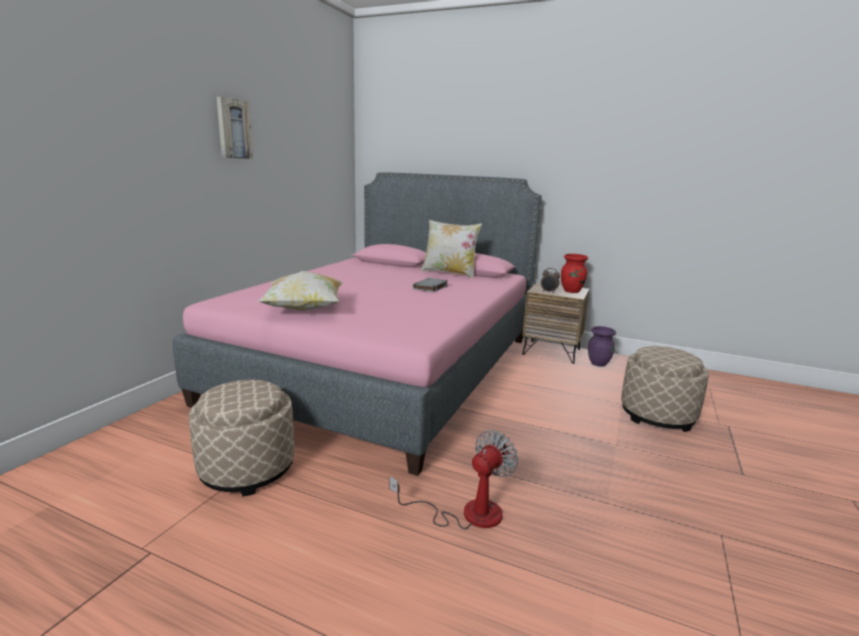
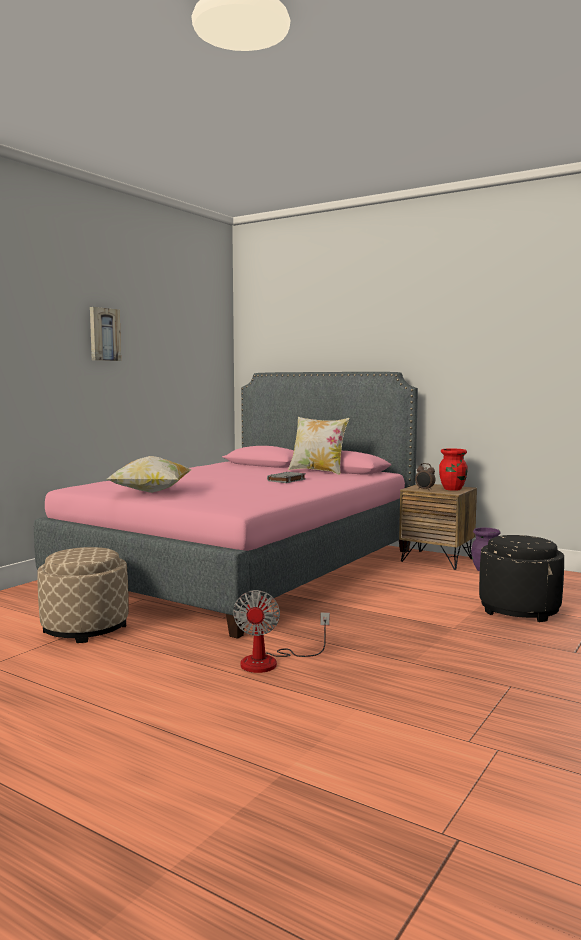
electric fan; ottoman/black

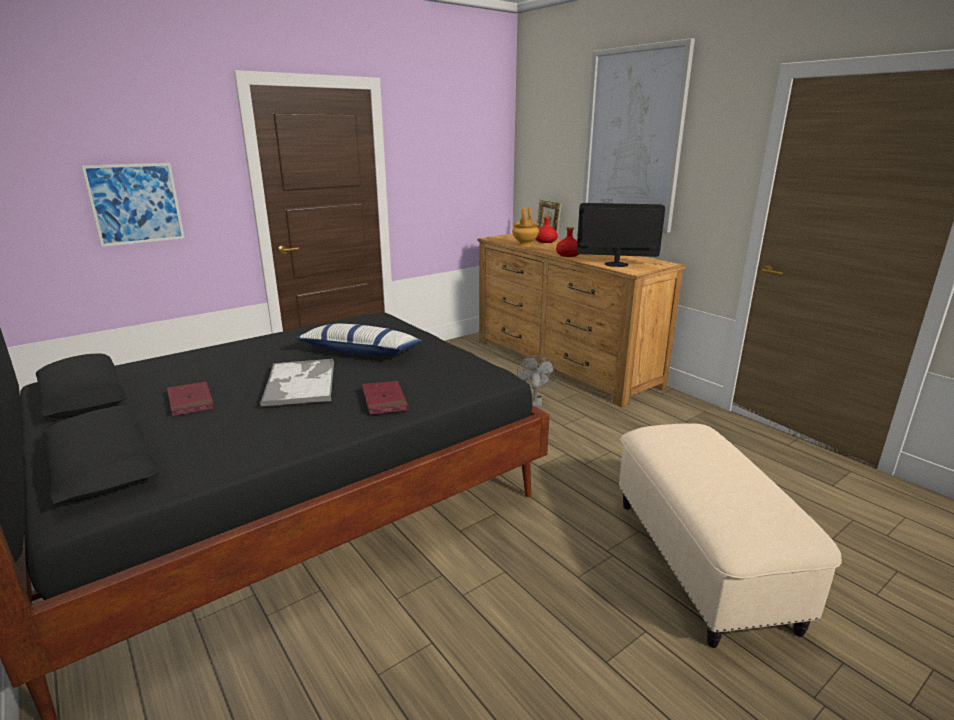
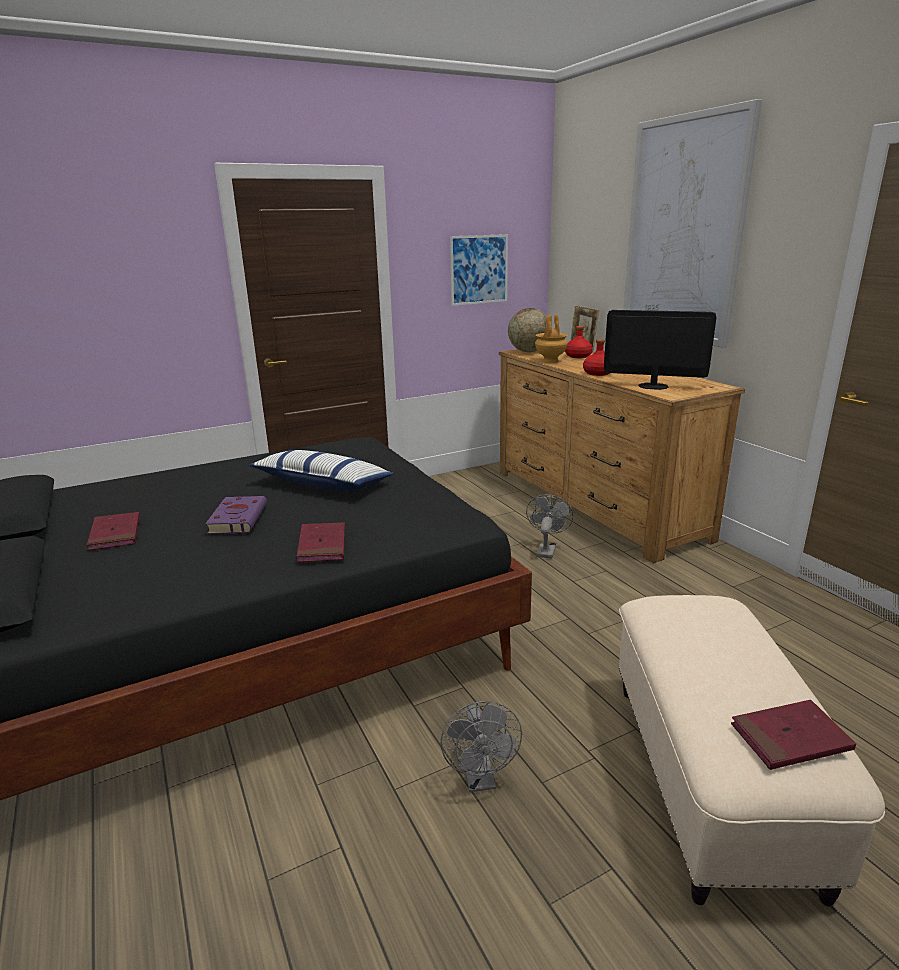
wall picture (1st from left); book/purplish; electric fan/greyish (1st from left); globe; book/red-coloured (3rd from left)

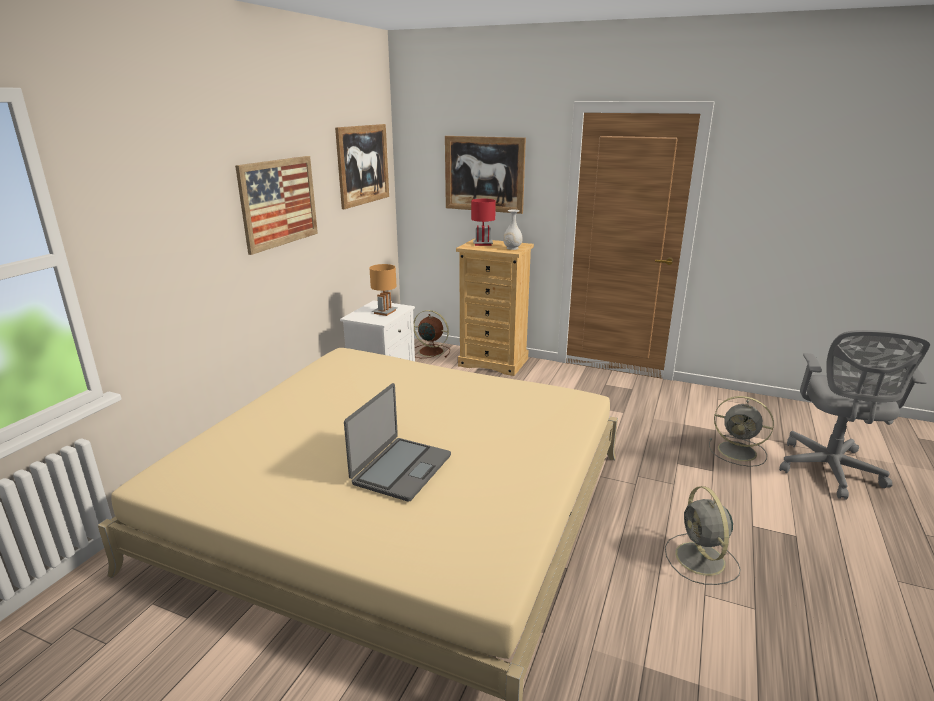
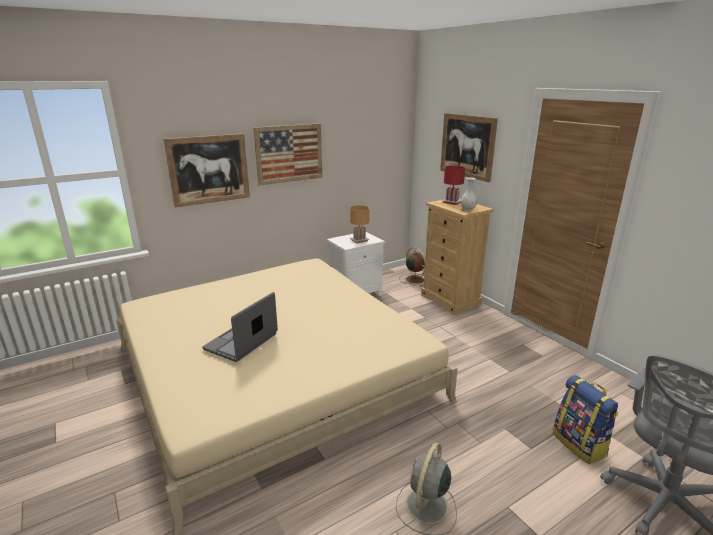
wall picture (1st from left); laptop; rucksack

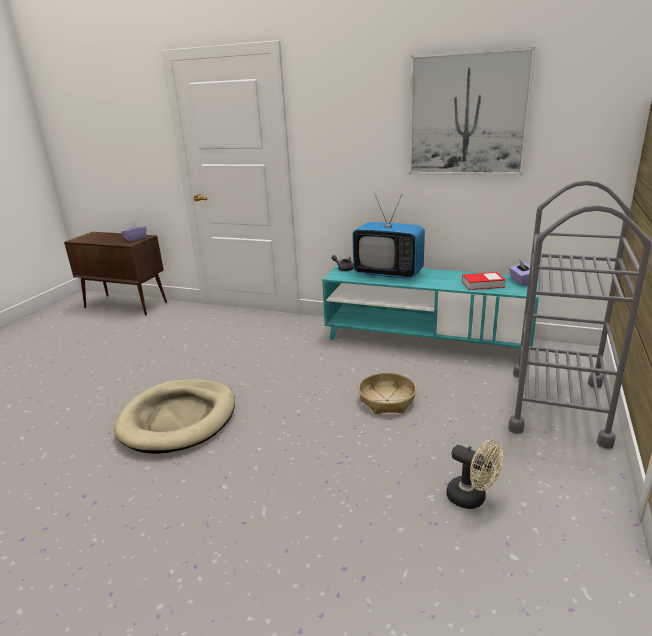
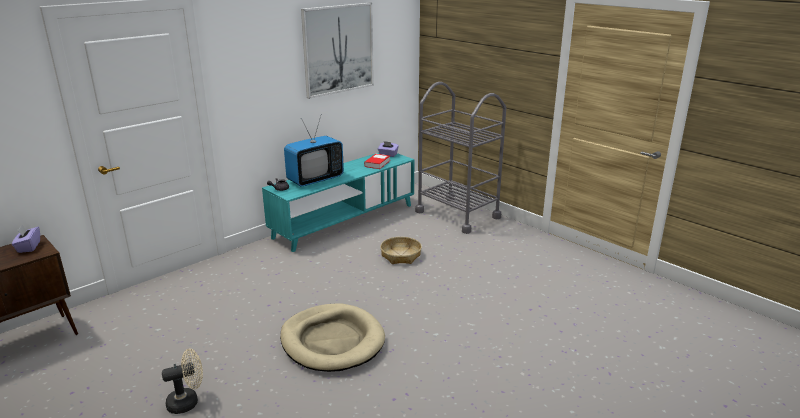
electric fan/sand-coloured

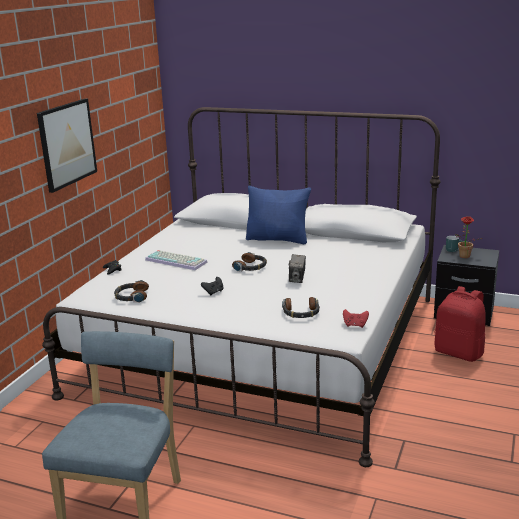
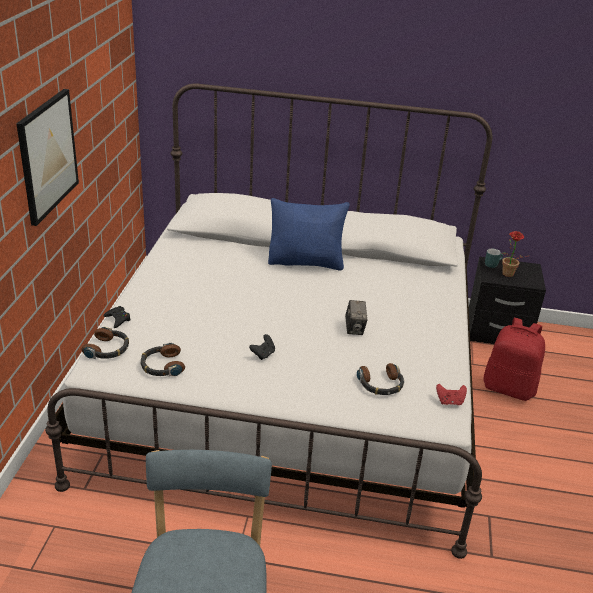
computer keyboard; headphones (1st from left)

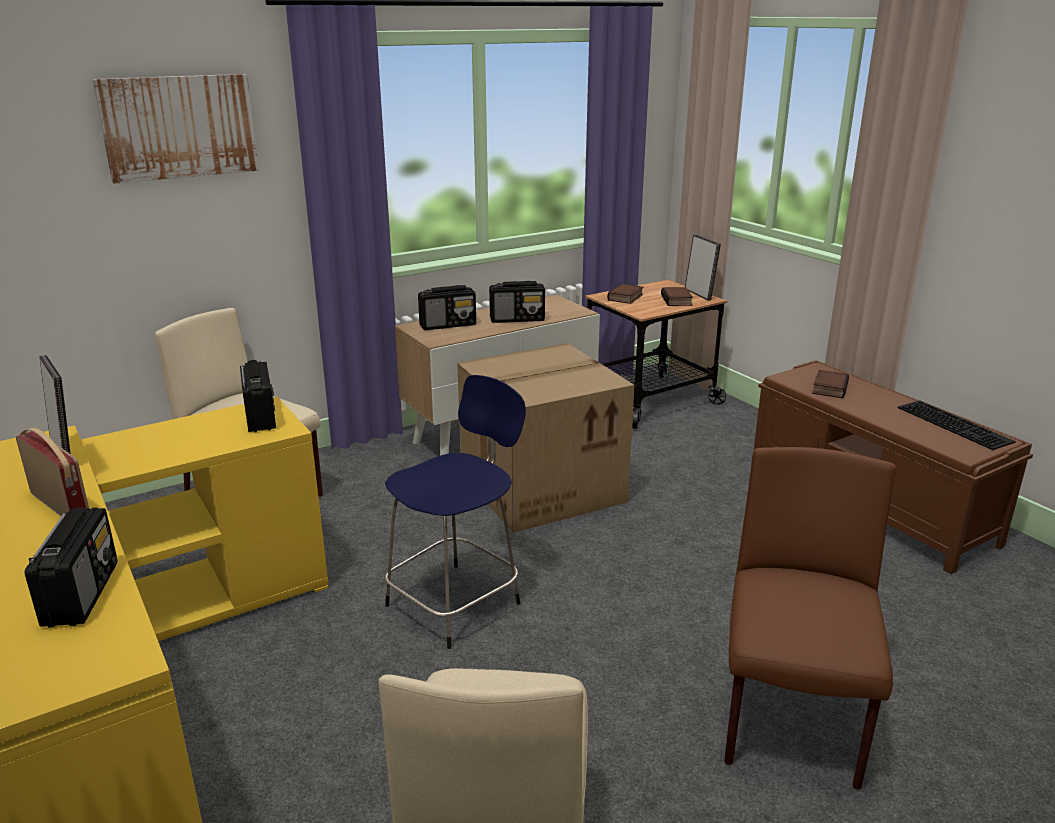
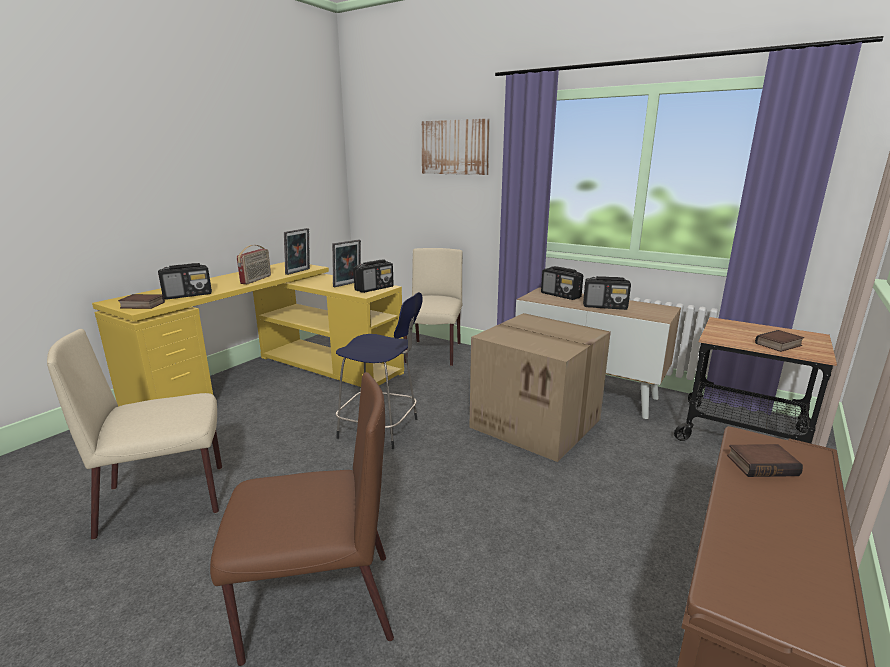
radio (5th from left); book (1st from left); photo frame (2nd from left); computer keyboard

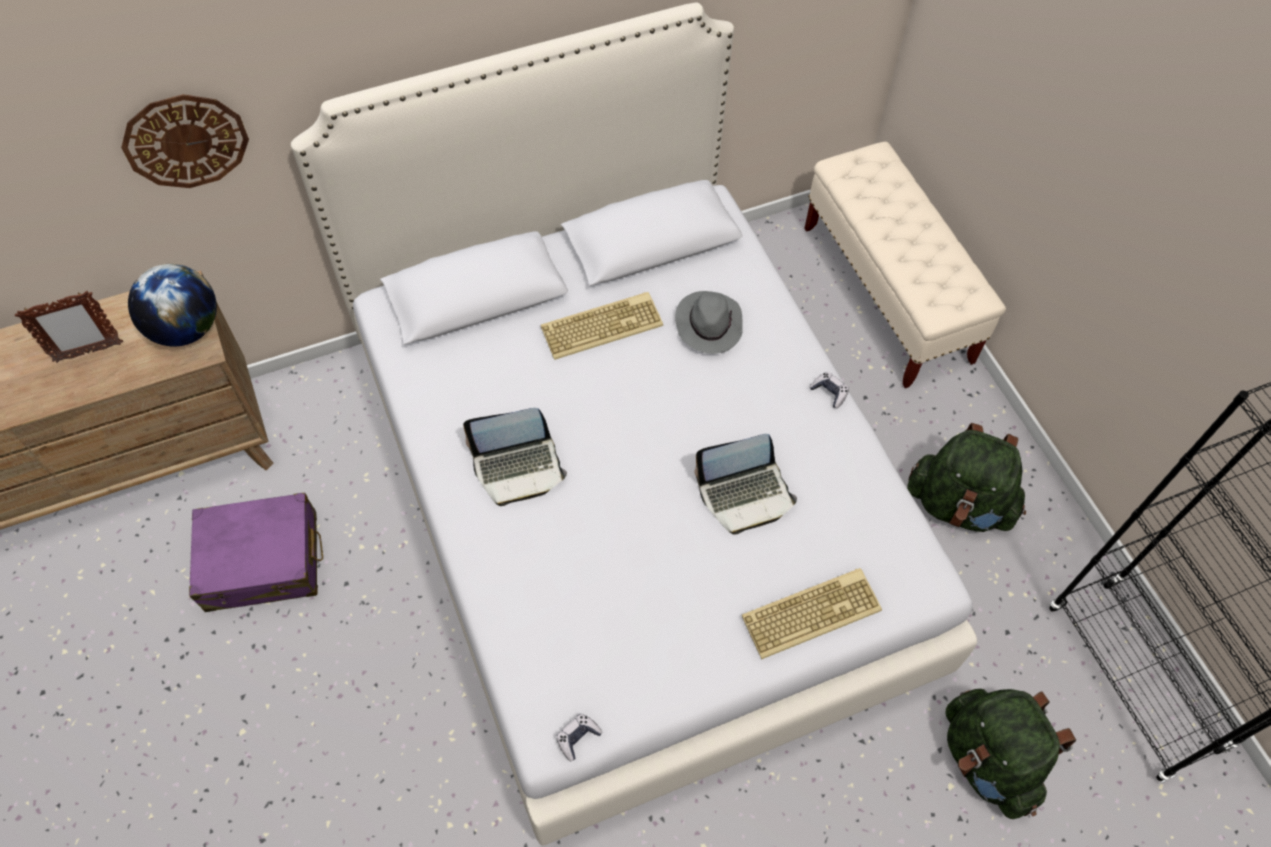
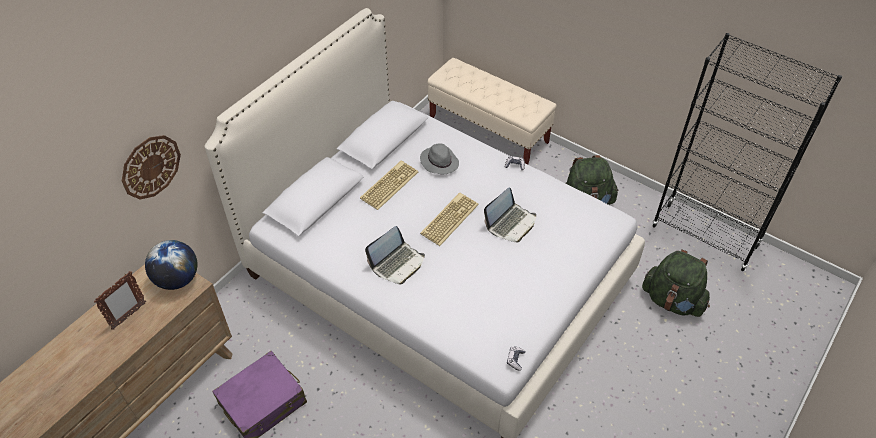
computer keyboard (2nd from left)

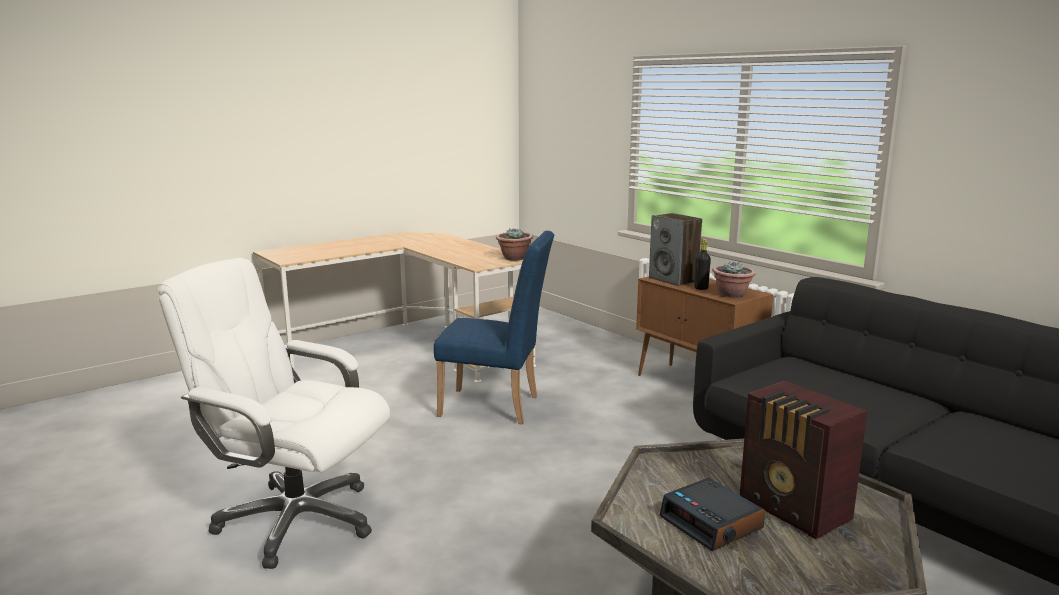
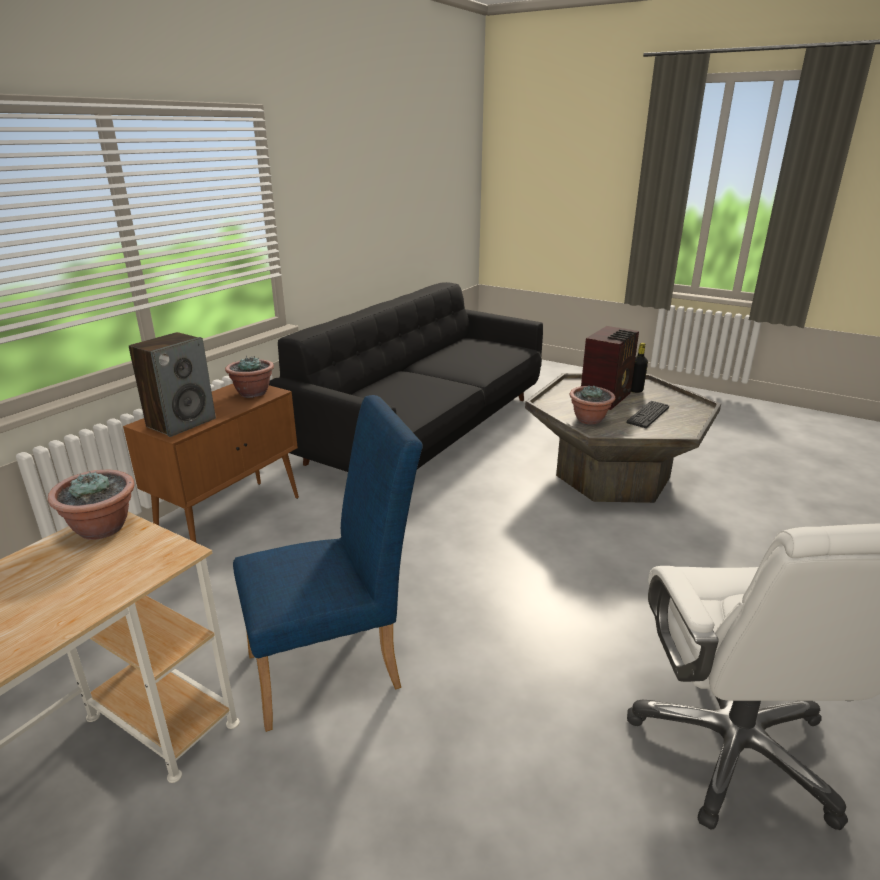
upright chair/blue-coloured; computer keyboard; bottle/black; potted plant (3rd from left)

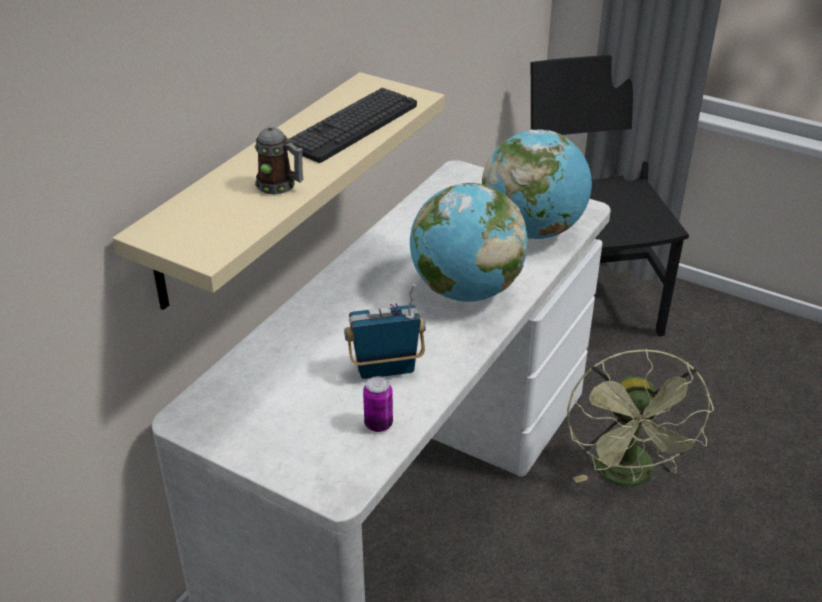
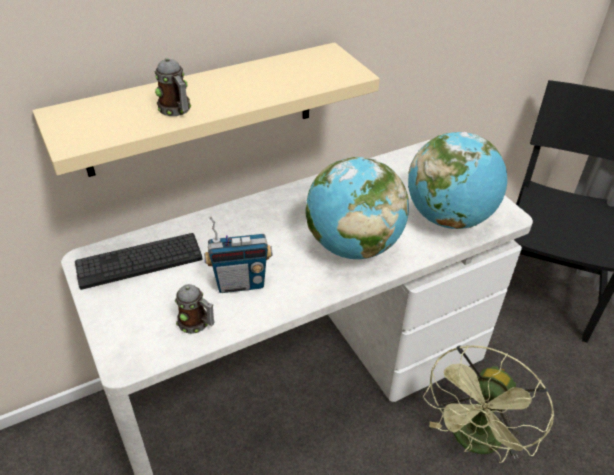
computer keyboard; radio; tea mug (2nd from left)

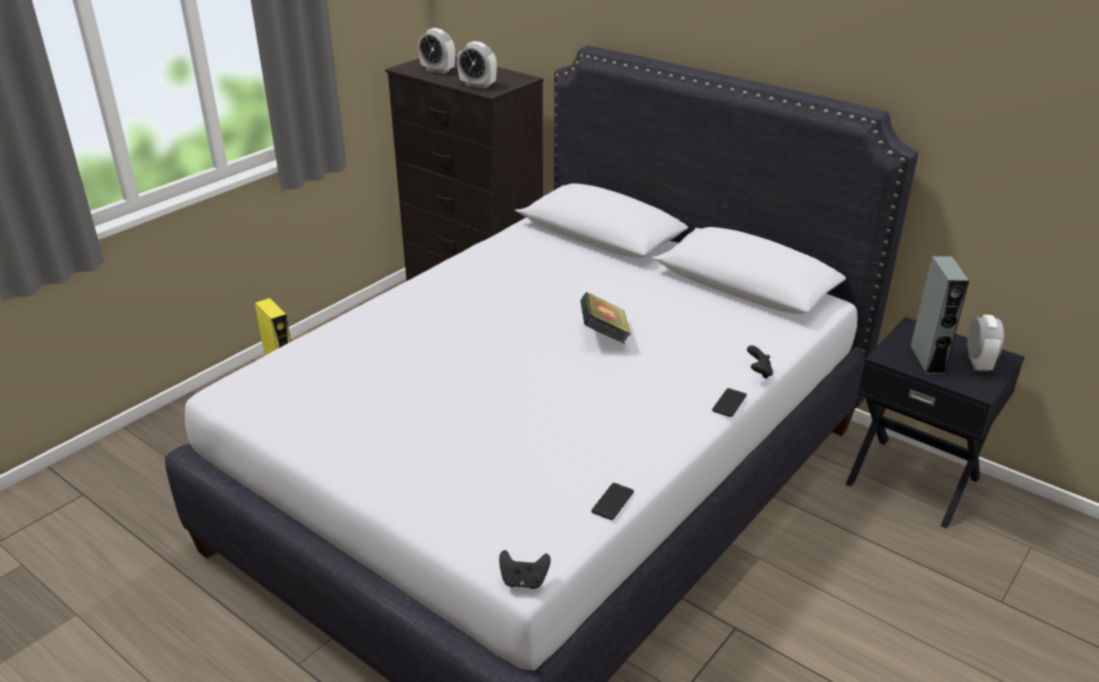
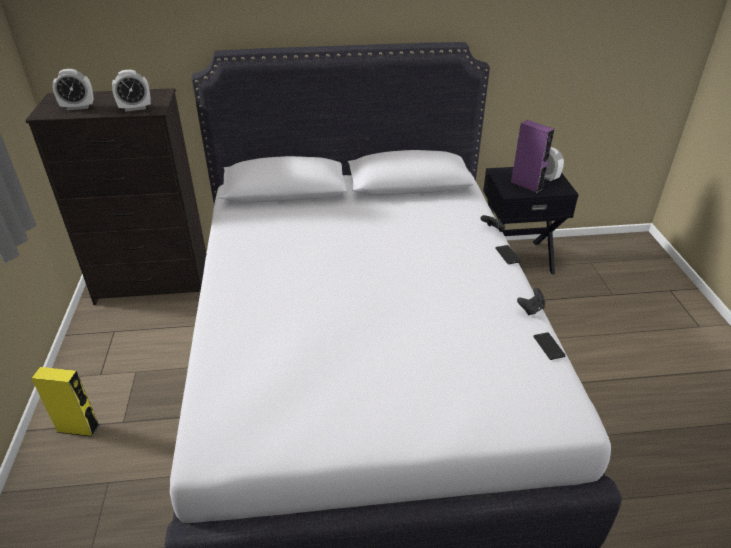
gamepad/black (2nd from left); book; speaker/purplish

